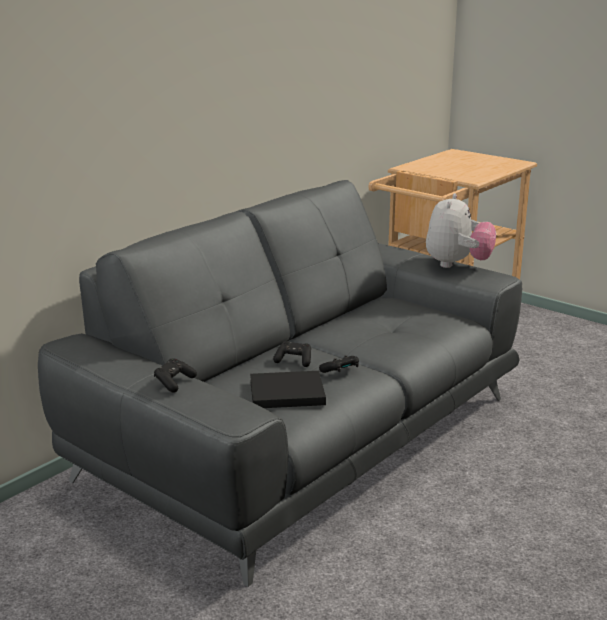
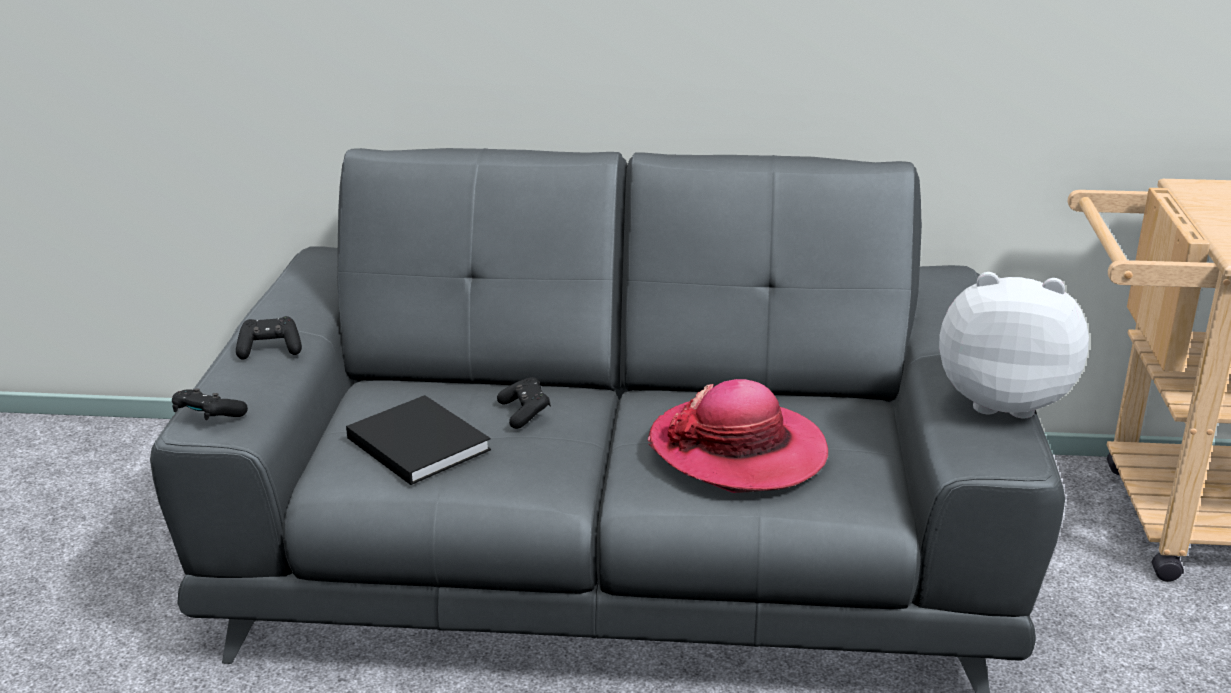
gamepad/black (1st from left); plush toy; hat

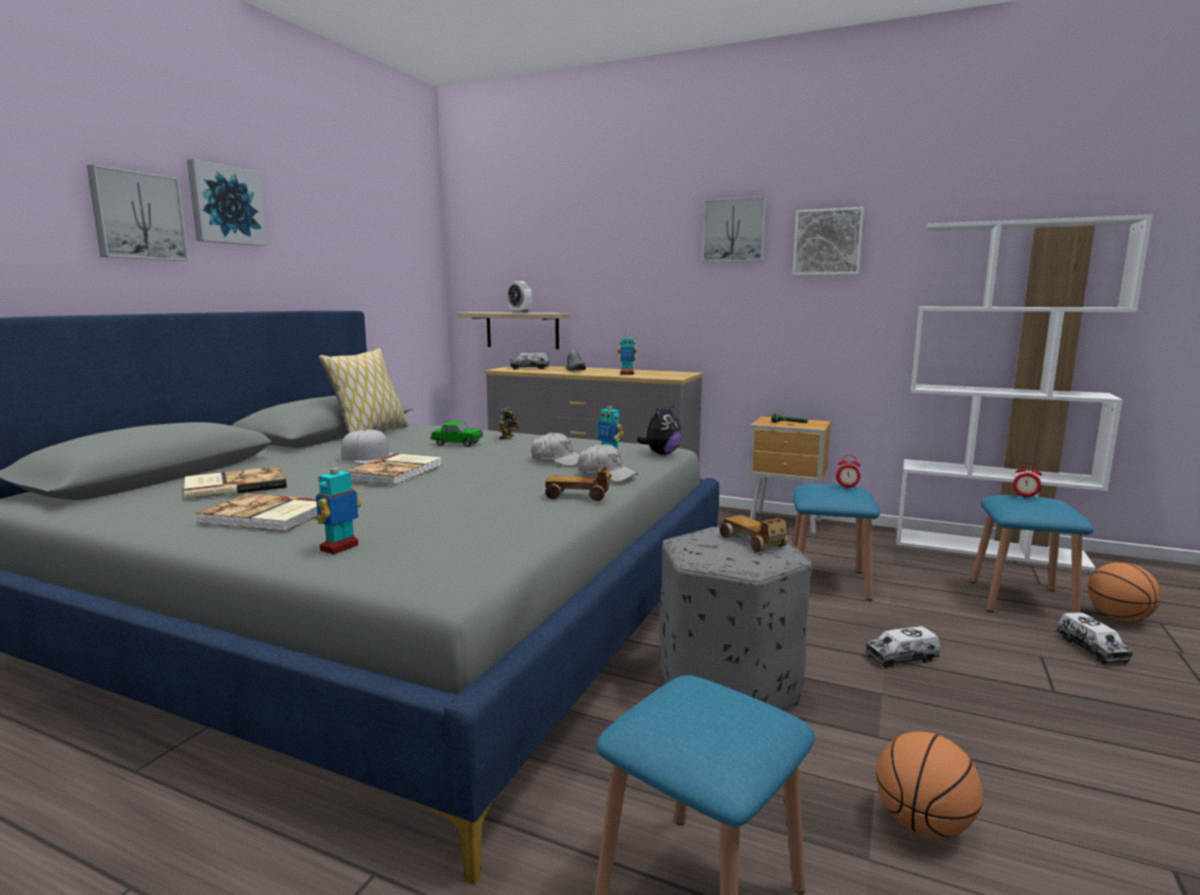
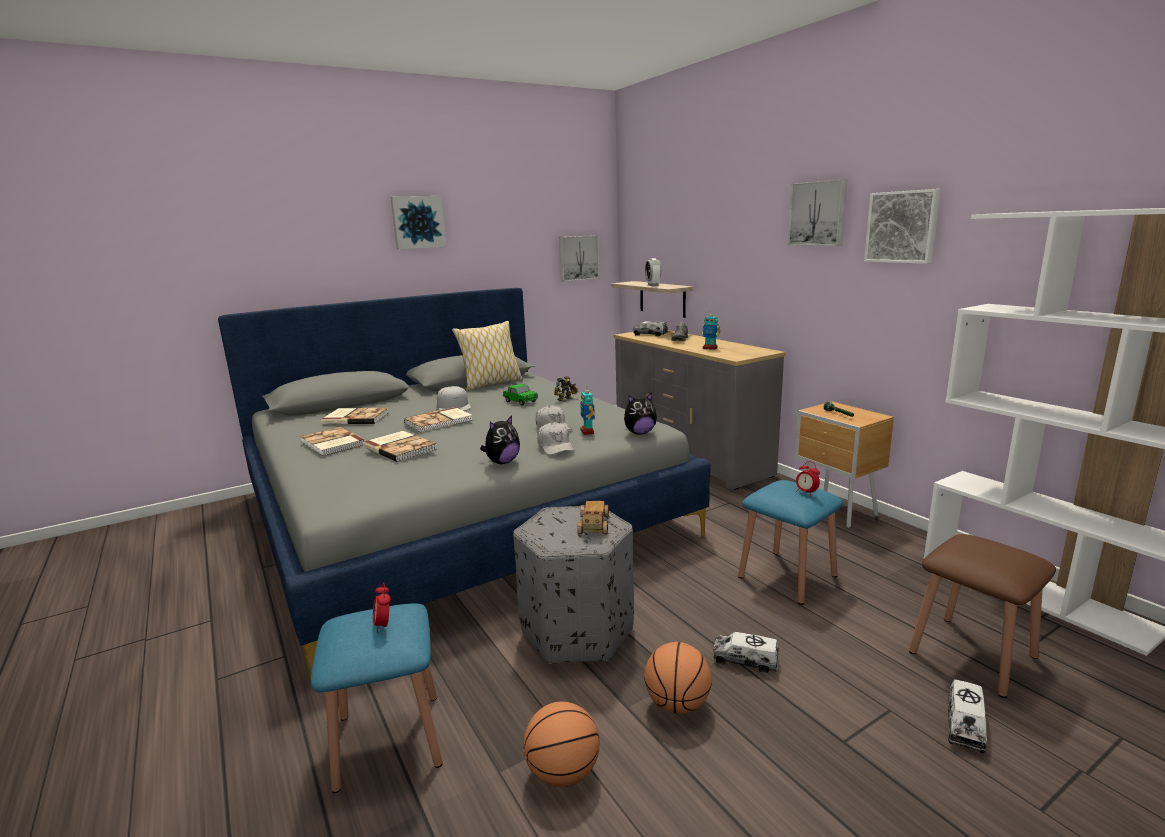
wall picture (2nd from left); robot figure (1st from left in the first image); plush toy (1st from left); sitting stool/brown; alarm clock (1st from left); ball for basketball (2nd from left); book (3rd from left)

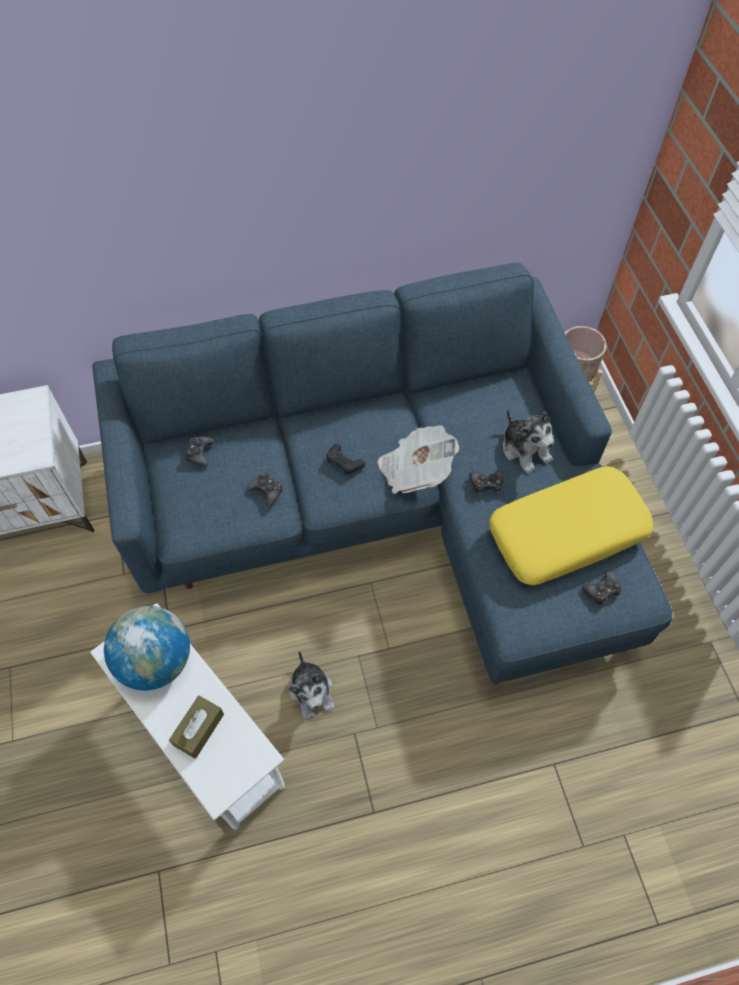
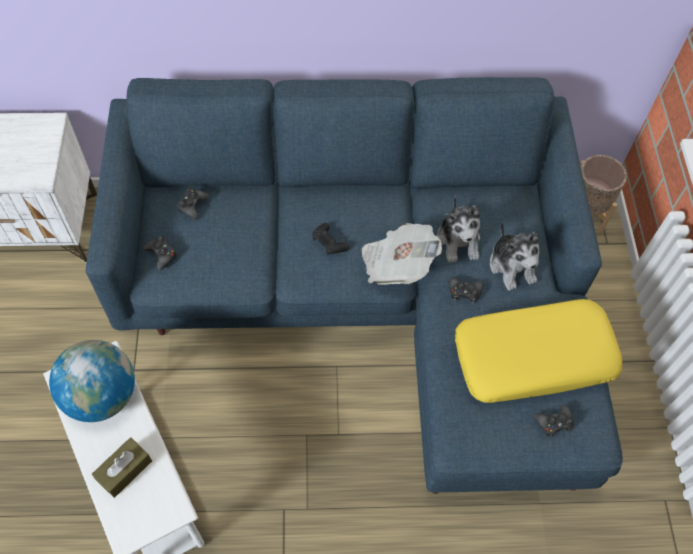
gamepad/black (1st from left); plush toy (1st from left)

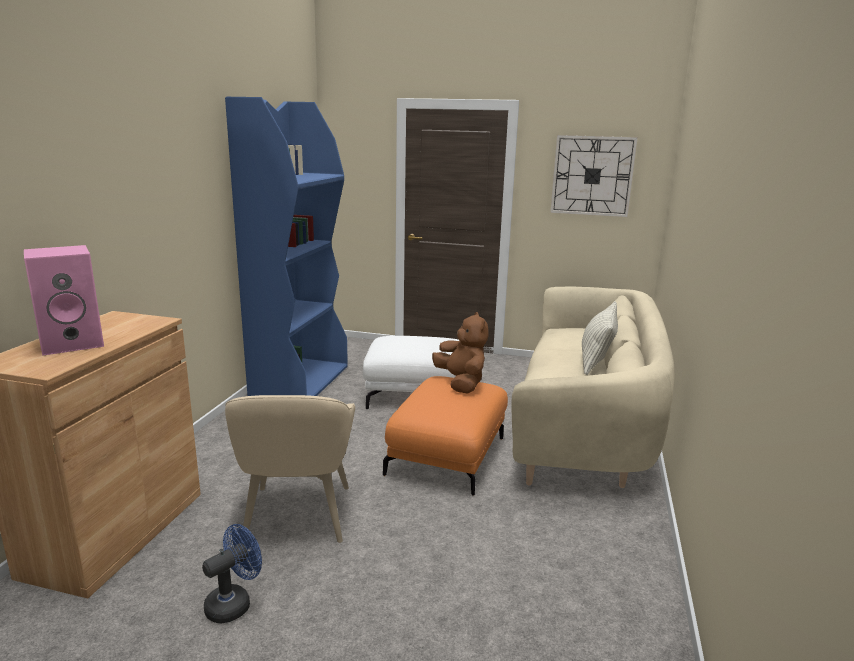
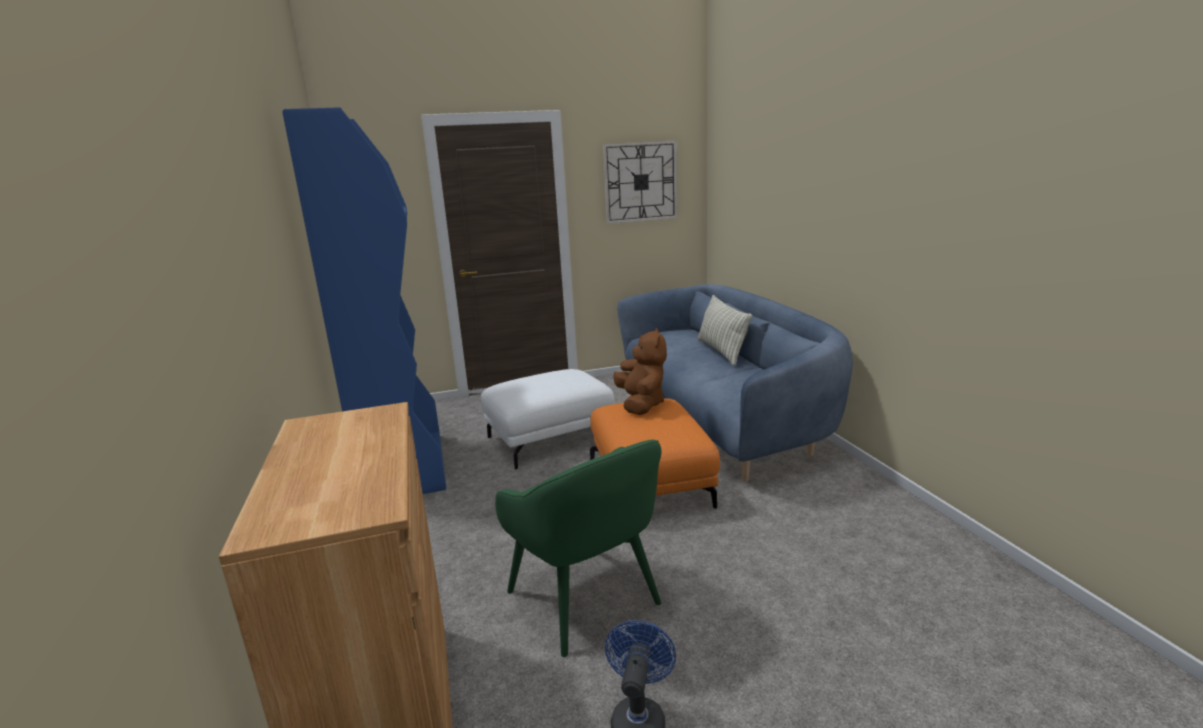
speaker/pinkish; lounge chair/green-coloured; plush toy/brown; couch/blue-coloured

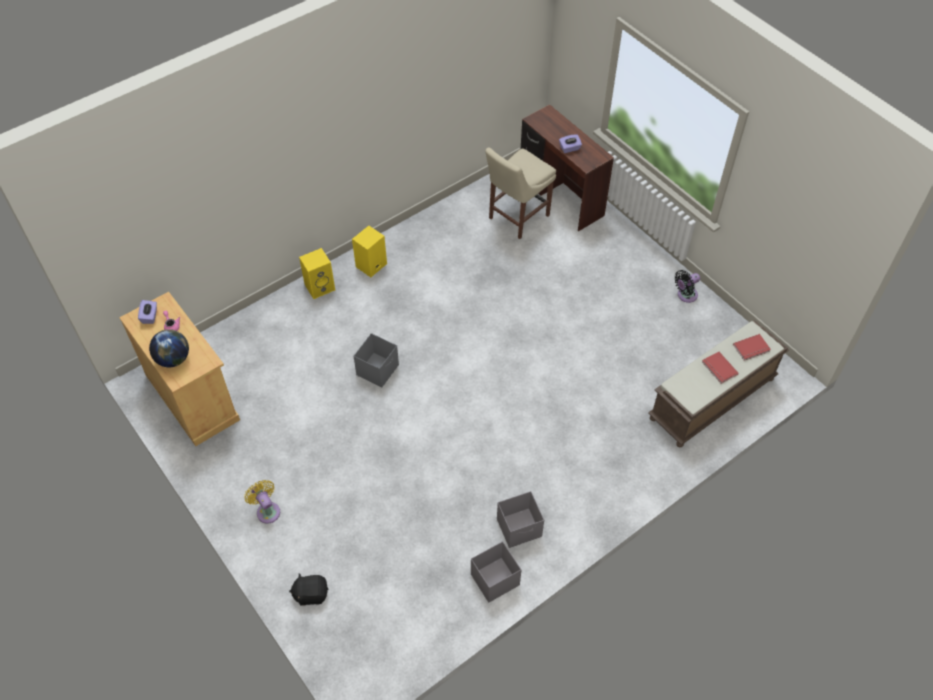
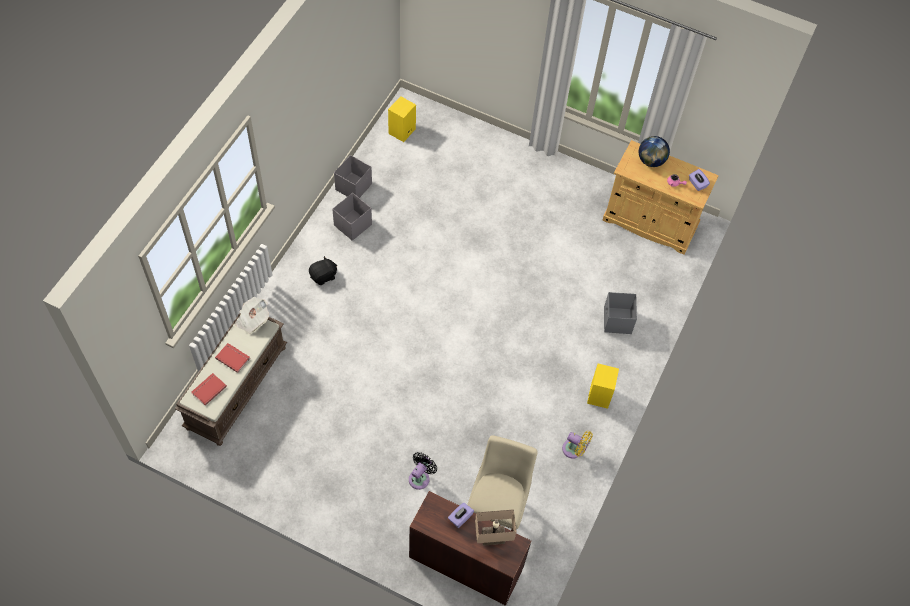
electric fan/yellowish; plush toy/black; speaker/yellowish (1st from left); storage box/greyish (3rd from left); electric fan/black; newspaper; tabletop lamp/sand-coloured

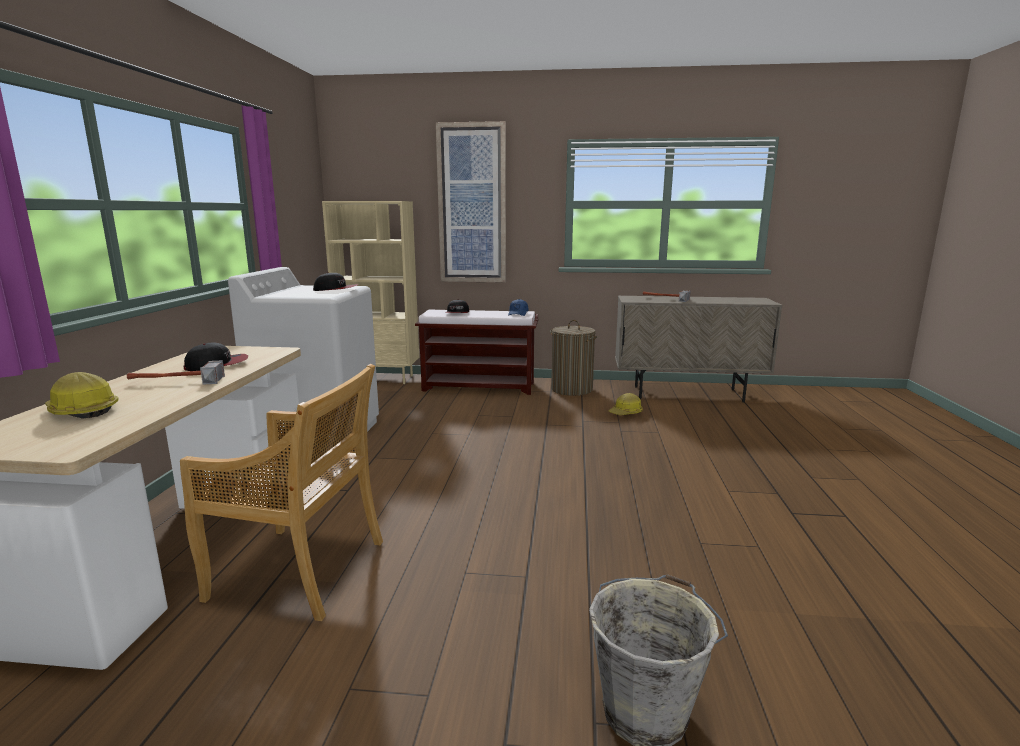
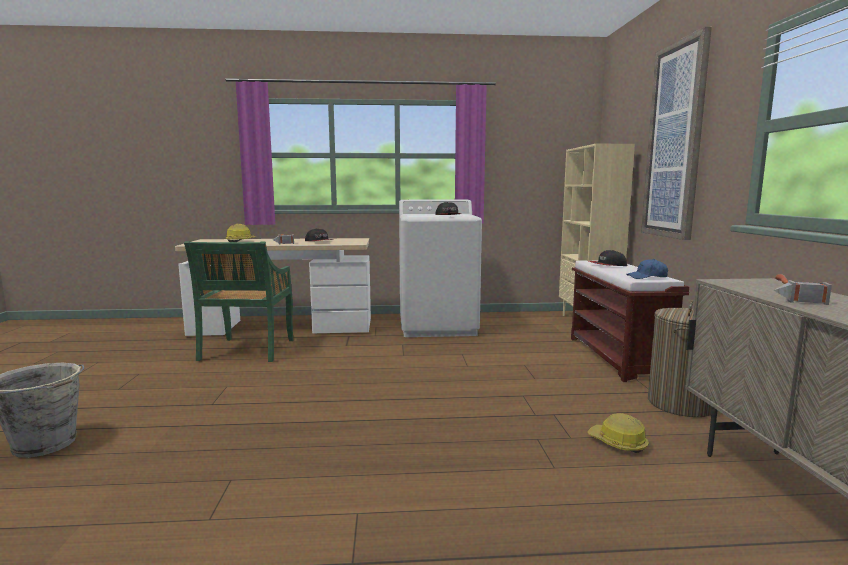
upright chair/green-coloured

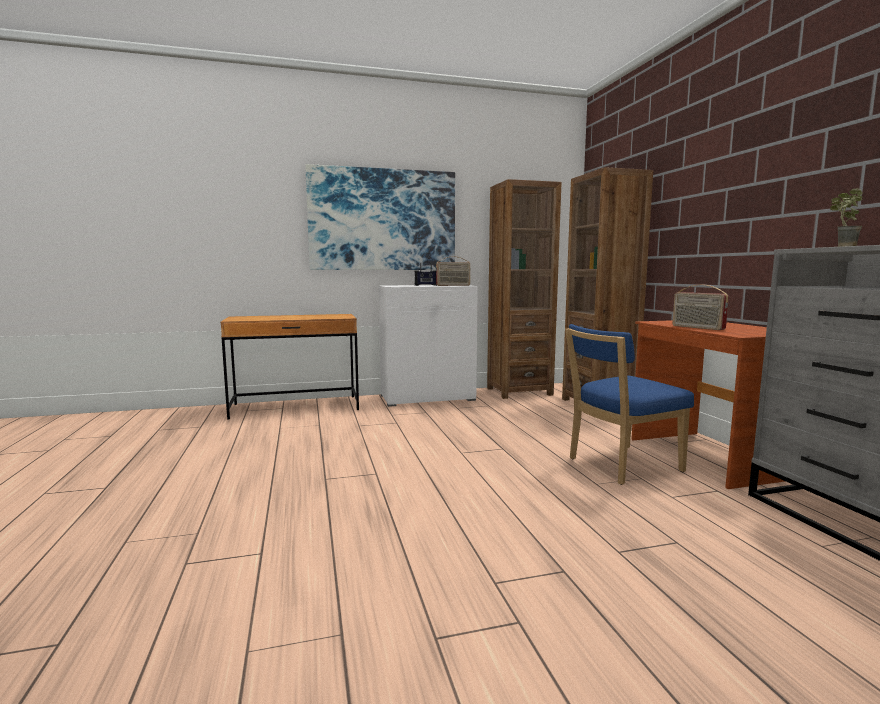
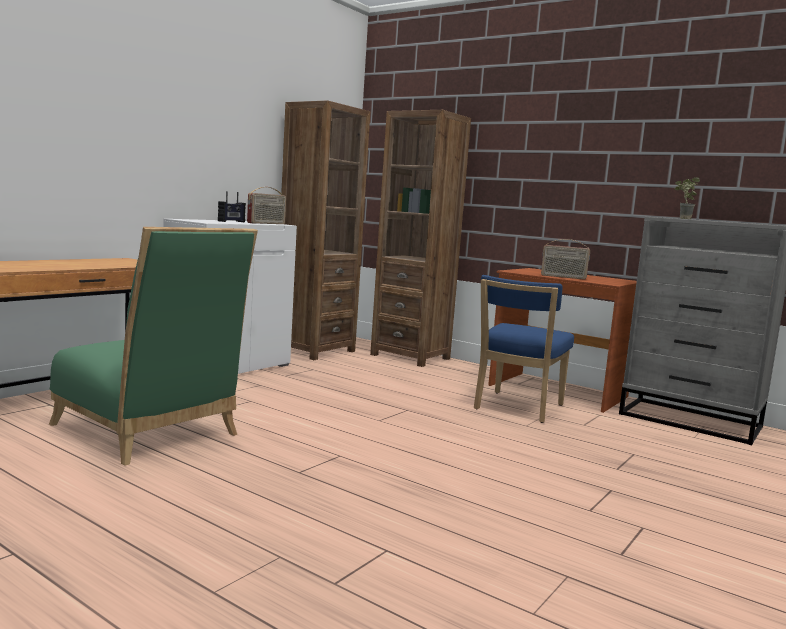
wall picture; upright chair/green-coloured

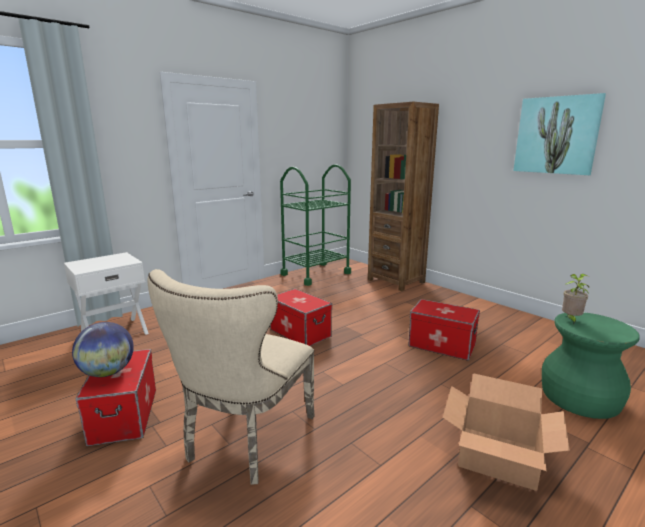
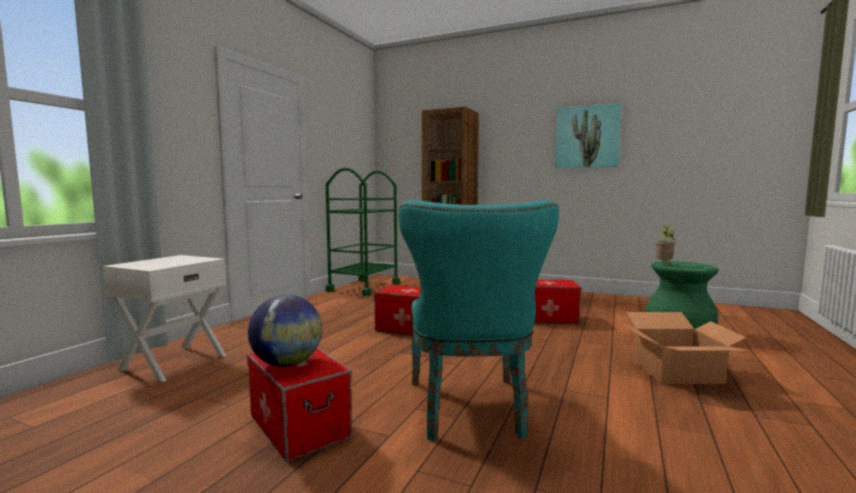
upright chair/turquoise

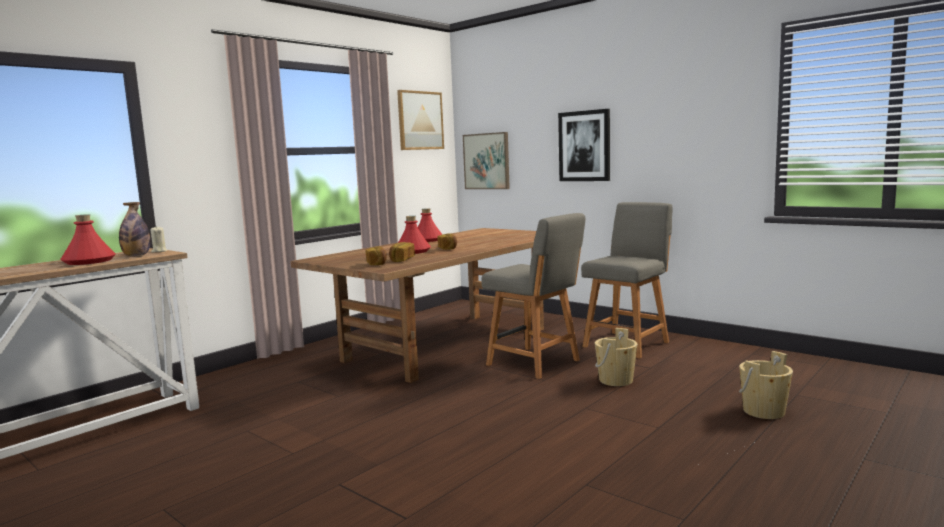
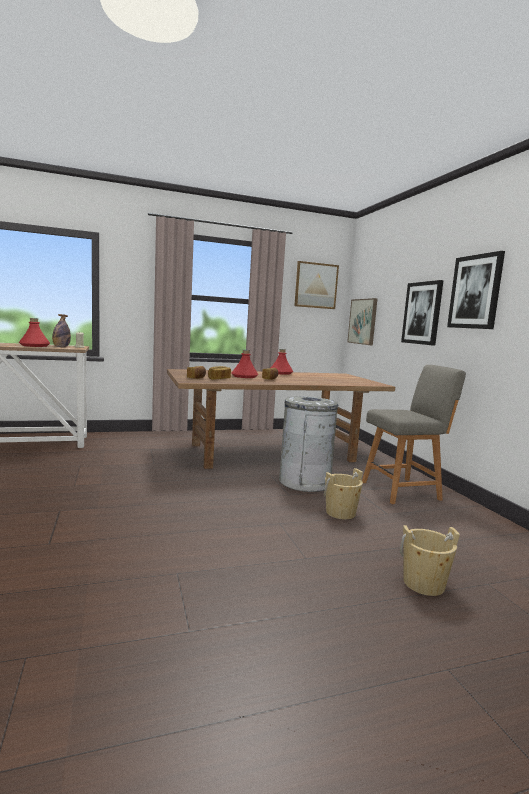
waste bin/greyish; wall picture (4th from left)

